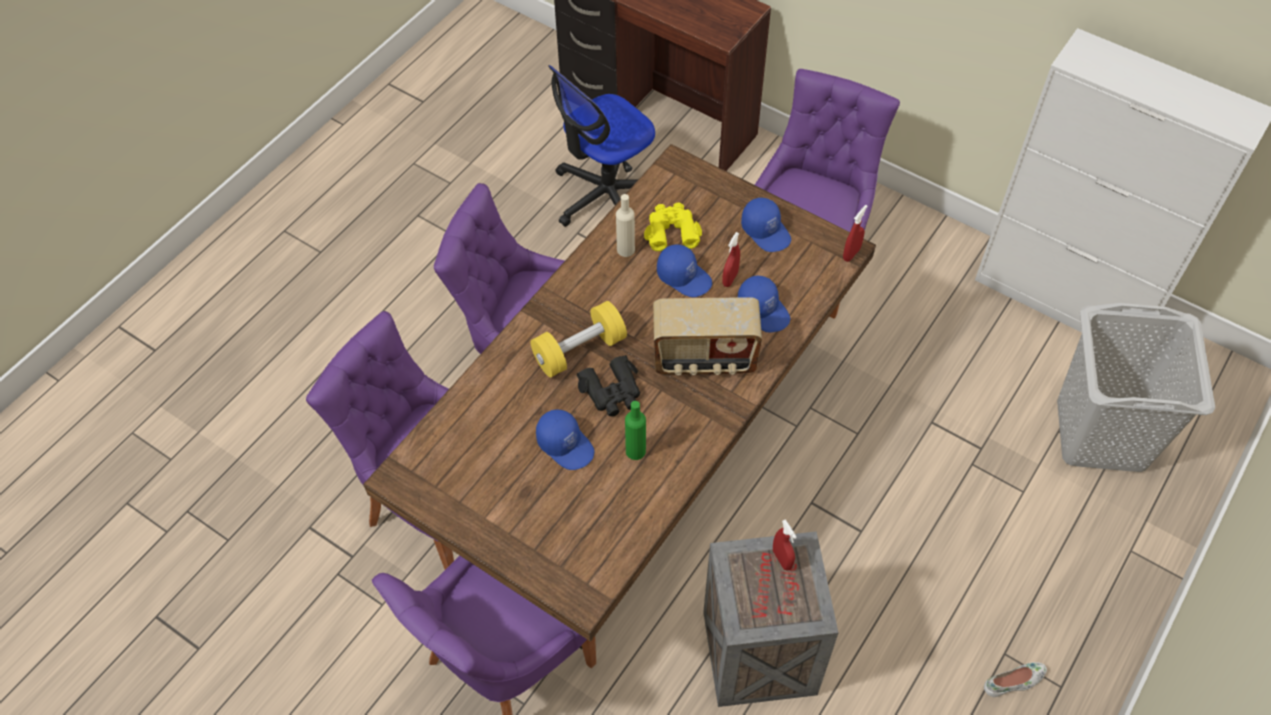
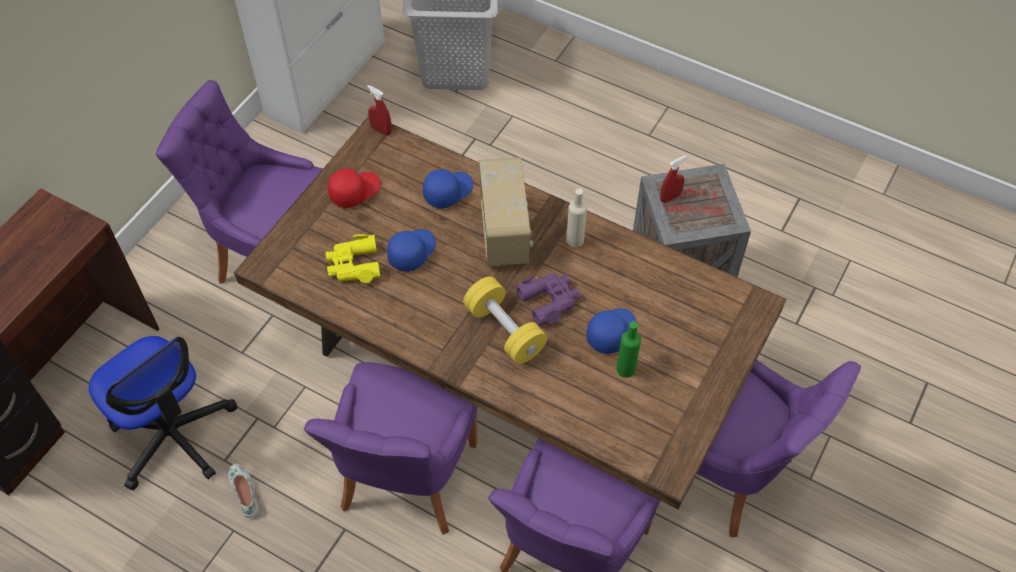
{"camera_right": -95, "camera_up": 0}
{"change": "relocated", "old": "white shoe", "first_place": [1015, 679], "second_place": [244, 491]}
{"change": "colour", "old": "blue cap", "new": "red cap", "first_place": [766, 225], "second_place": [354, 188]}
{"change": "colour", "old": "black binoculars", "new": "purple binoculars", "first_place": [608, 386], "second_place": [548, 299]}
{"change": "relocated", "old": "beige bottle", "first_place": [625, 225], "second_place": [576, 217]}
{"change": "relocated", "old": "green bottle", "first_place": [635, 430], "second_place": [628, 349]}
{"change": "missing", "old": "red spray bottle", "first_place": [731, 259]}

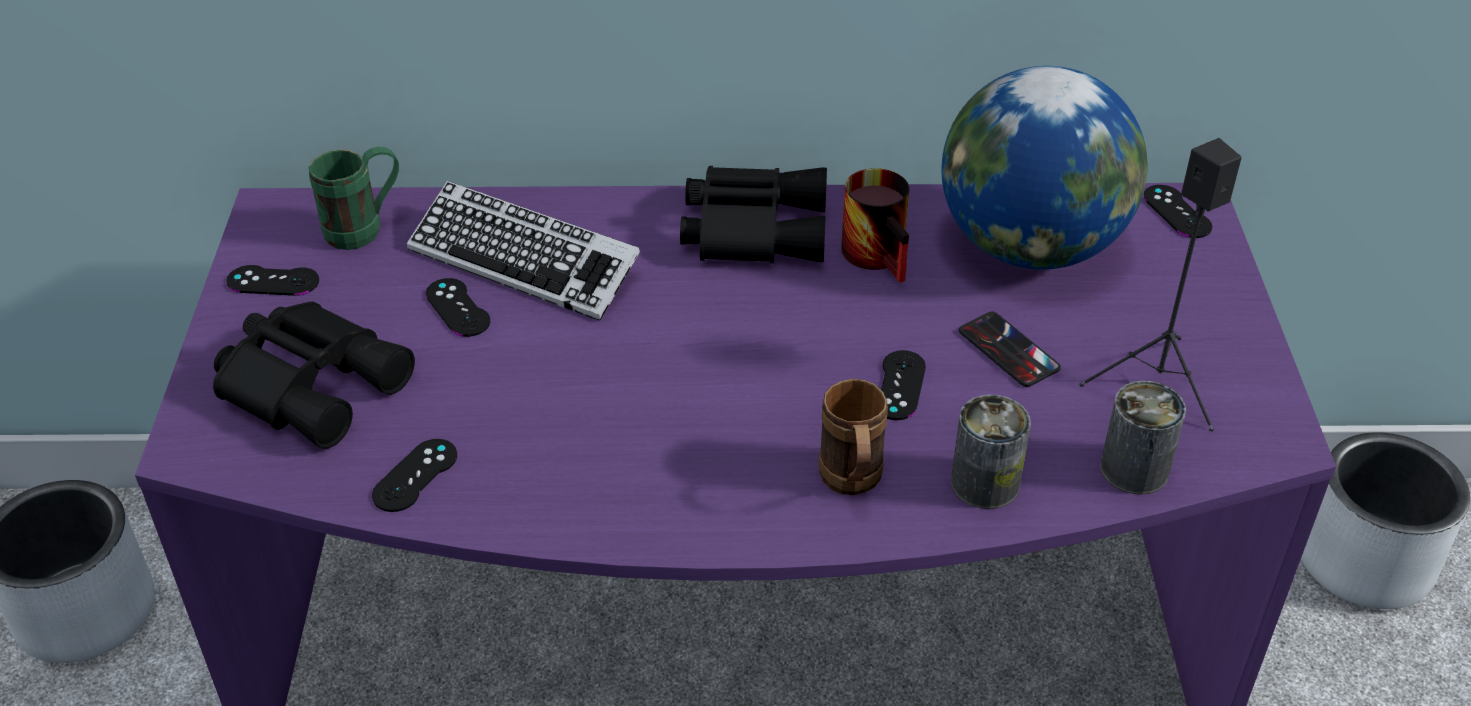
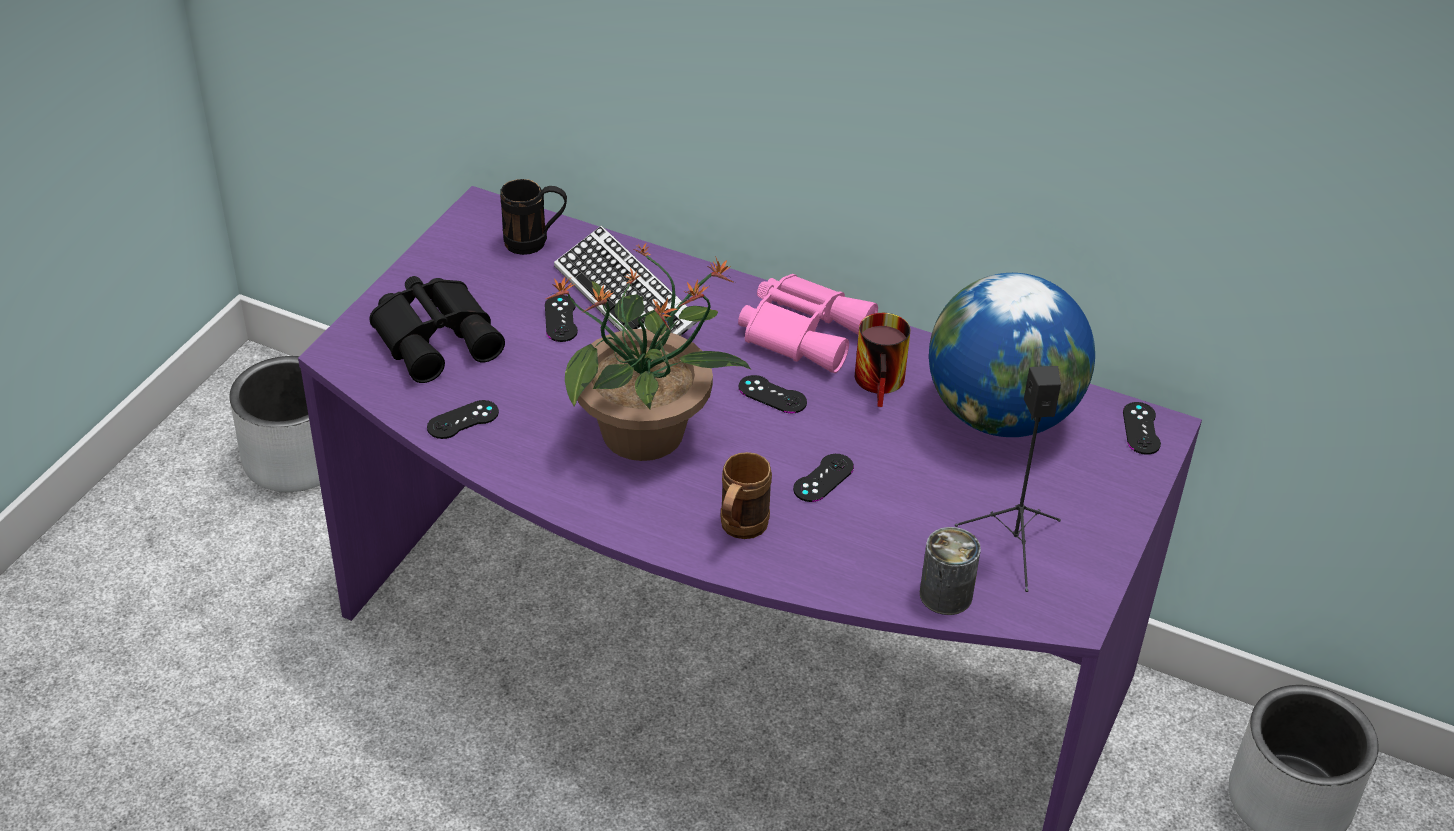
{"camera_right": 25, "camera_up": 0}
{"change": "colour", "old": "green mug", "new": "black mug", "first_place": [354, 198], "second_place": [533, 217]}
{"change": "appeared", "new": "potted plant", "second_place": [648, 351]}
{"change": "colour", "old": "black binoculars", "new": "pink binoculars", "first_place": [753, 214], "second_place": [808, 323]}
{"change": "relocated", "old": "black game controller", "first_place": [272, 280], "second_place": [772, 394]}
{"change": "missing", "old": "can", "first_place": [991, 451]}
{"change": "missing", "old": "phone", "first_place": [1010, 349]}

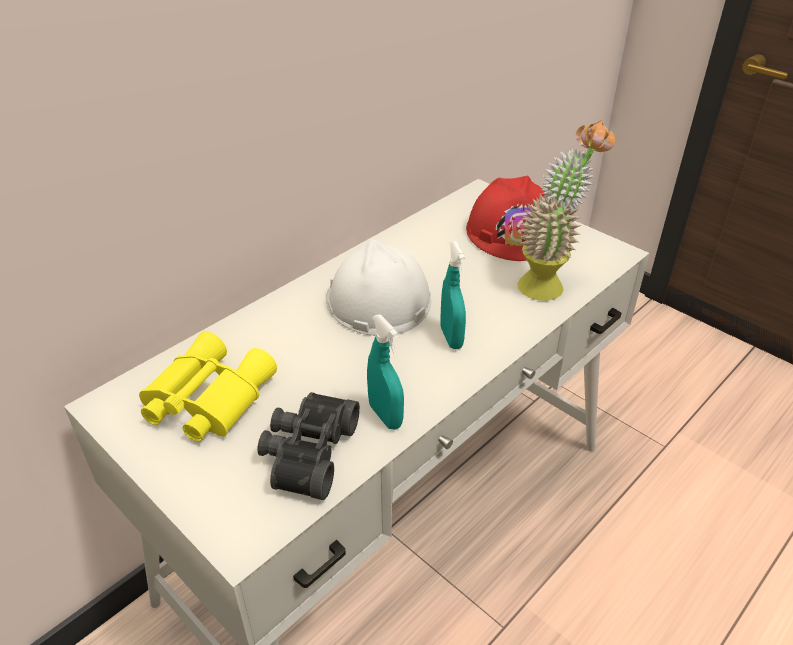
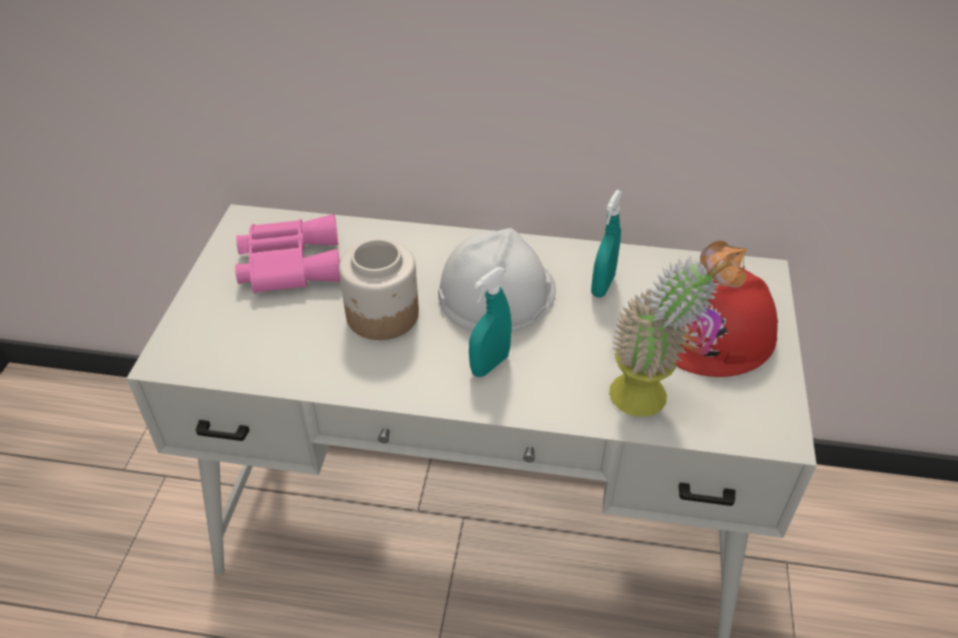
{"camera_right": 55, "camera_up": 5}
{"change": "colour", "old": "yellow binoculars", "new": "pink binoculars", "first_place": [208, 386], "second_place": [287, 254]}
{"change": "appeared", "new": "jar", "second_place": [379, 289]}
{"change": "relocated", "old": "turquoise spray bottle", "first_place": [385, 372], "second_place": [607, 244]}
{"change": "missing", "old": "black binoculars", "first_place": [308, 446]}

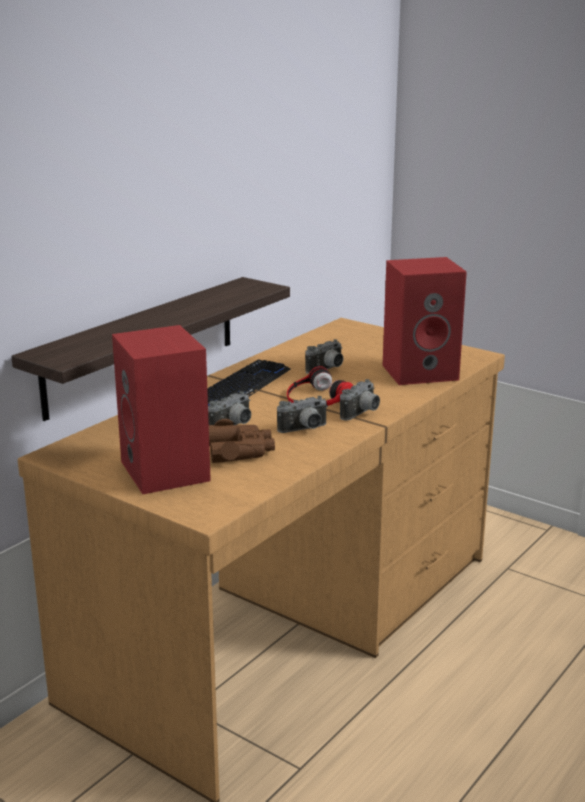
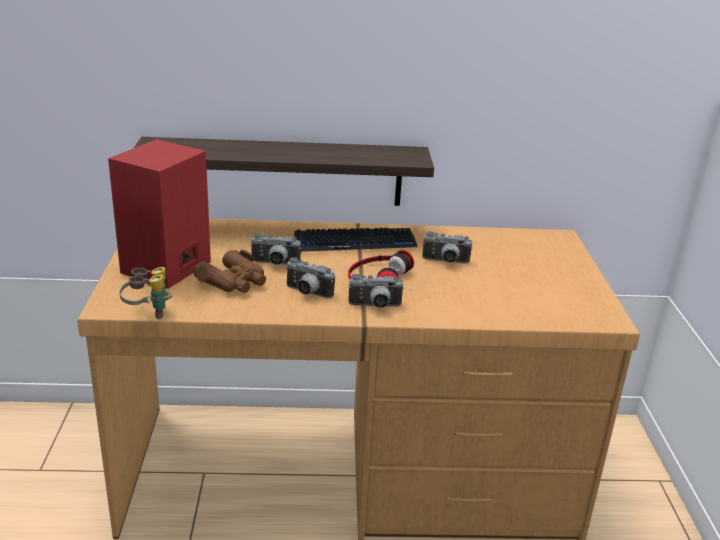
{"camera_right": 50, "camera_up": 5}
{"change": "appeared", "new": "binoculars", "second_place": [146, 293]}
{"change": "missing", "old": "red speaker", "first_place": [425, 321]}

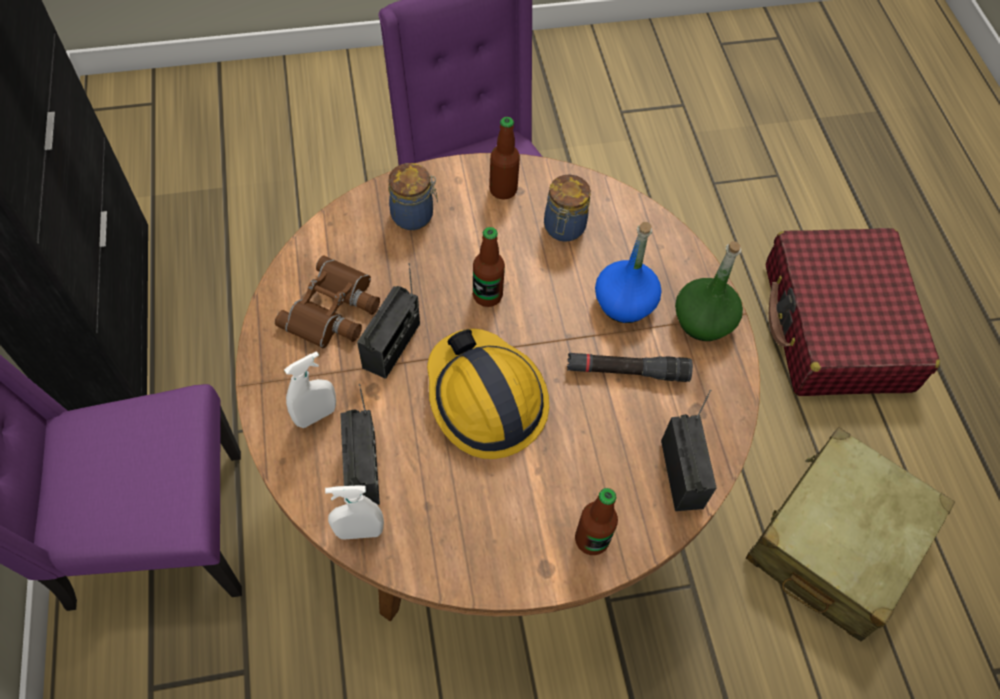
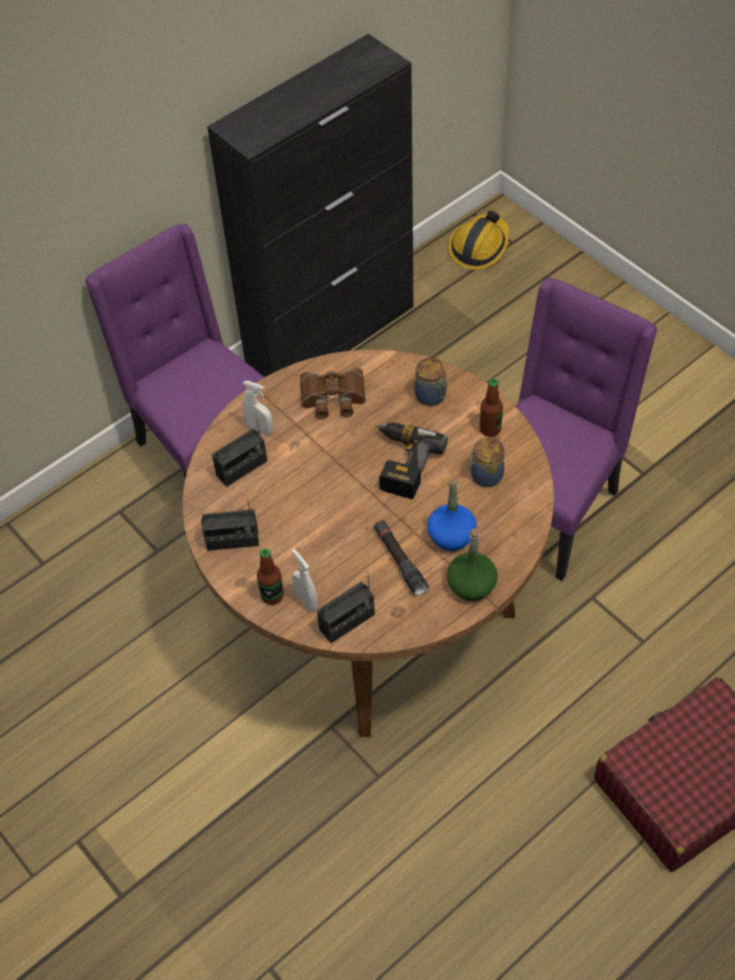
{"camera_right": 65, "camera_up": -5}
{"change": "relocated", "old": "radio", "first_place": [388, 321], "second_place": [230, 525]}
{"change": "relocated", "old": "white spray bottle", "first_place": [354, 513], "second_place": [305, 580]}
{"change": "exchanged", "old": "bottle", "new": "power drill", "first_place": [489, 267], "second_place": [411, 461]}
{"change": "relocated", "old": "hard hat", "first_place": [488, 394], "second_place": [478, 240]}
{"change": "missing", "old": "beige suitcase", "first_place": [850, 534]}

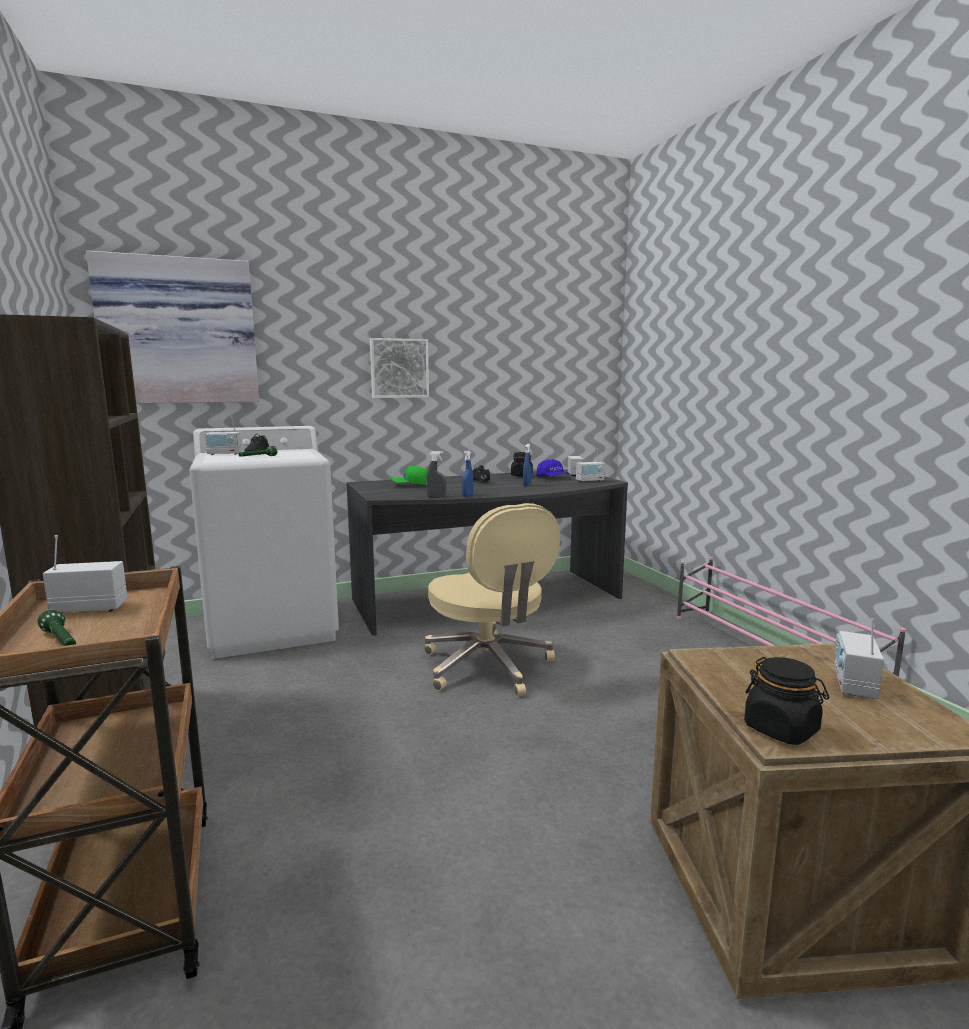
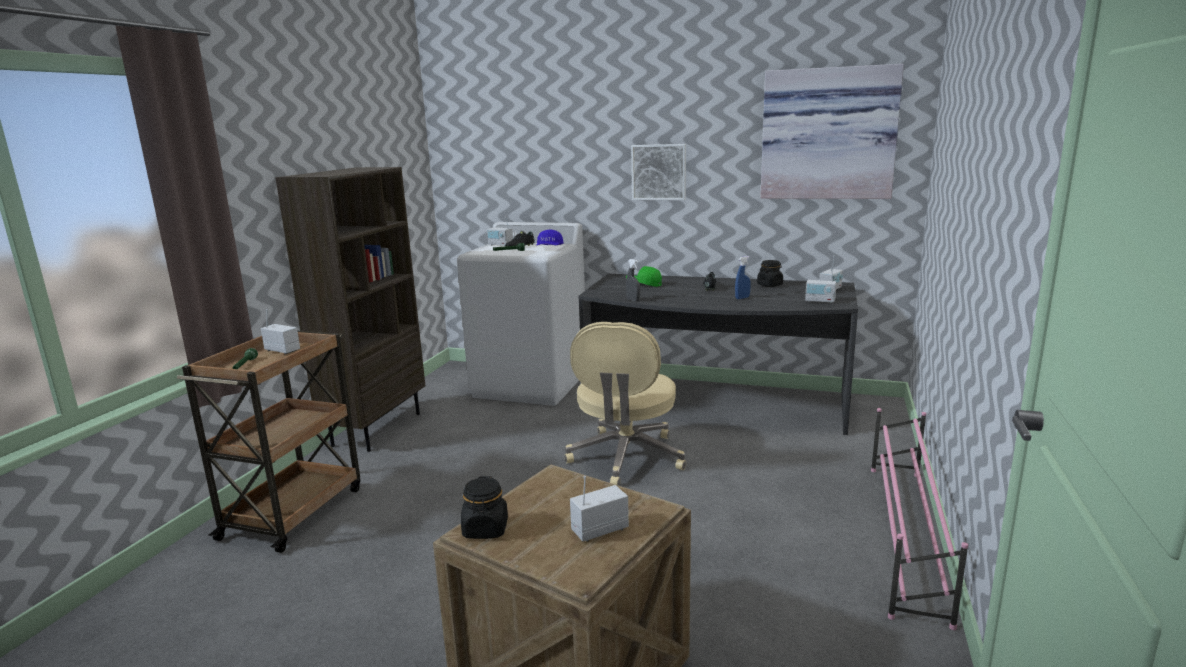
{"camera_right": 40, "camera_up": 5}
{"change": "relocated", "old": "blue cap", "first_place": [552, 467], "second_place": [550, 237]}
{"change": "relocated", "old": "picture", "first_place": [172, 327], "second_place": [832, 131]}
{"change": "missing", "old": "blue spray bottle", "first_place": [467, 473]}

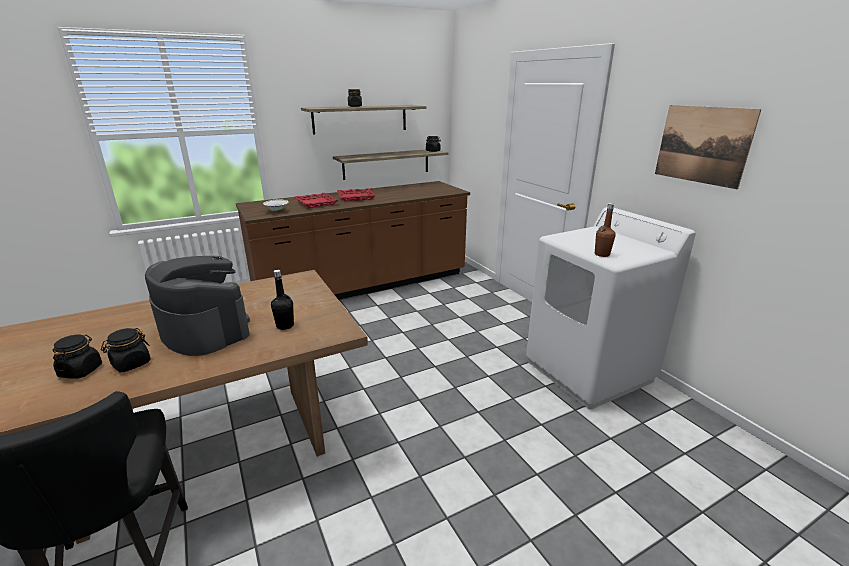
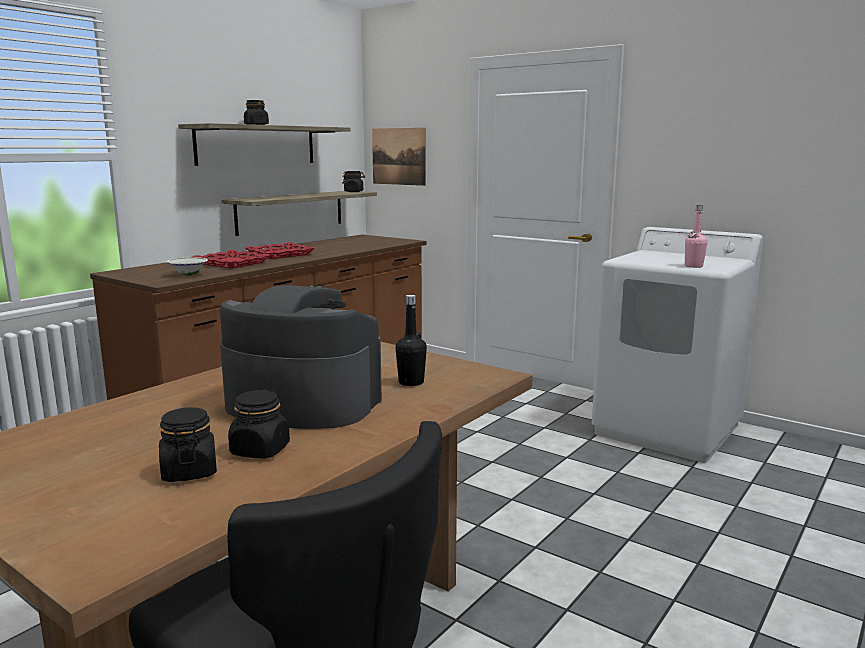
{"camera_right": -25, "camera_up": -10}
{"change": "relocated", "old": "picture", "first_place": [708, 147], "second_place": [399, 157]}
{"change": "colour", "old": "brown bottle", "new": "pink bottle", "first_place": [605, 230], "second_place": [696, 236]}

